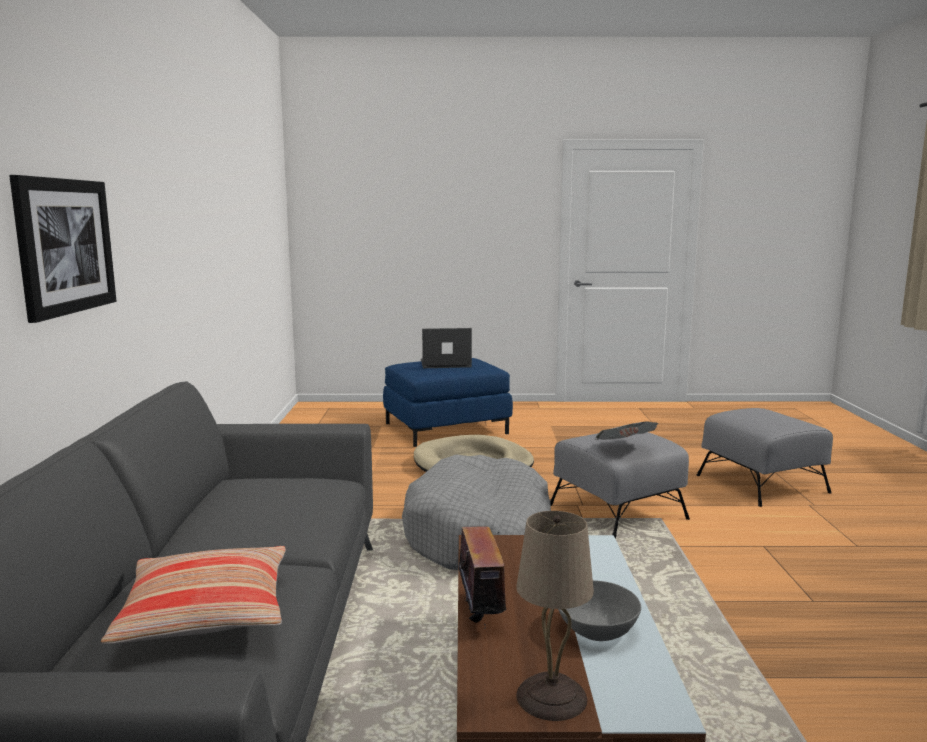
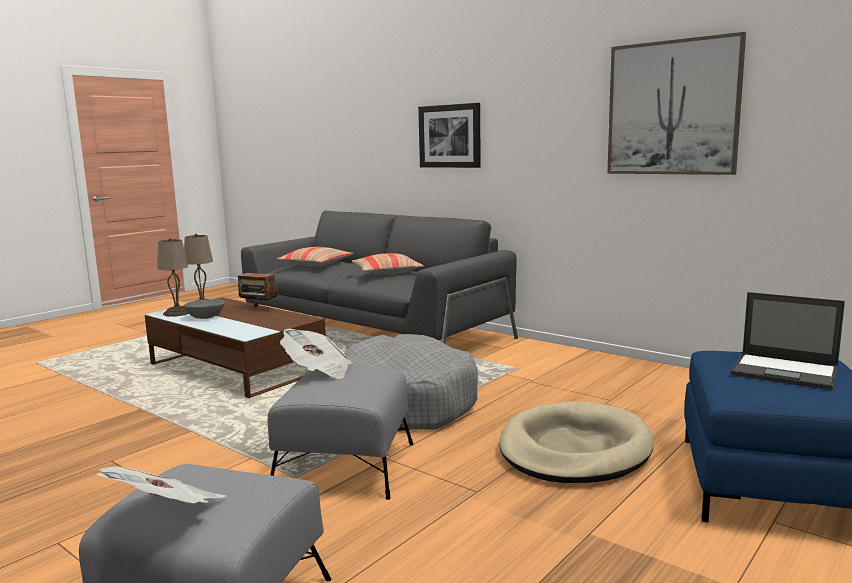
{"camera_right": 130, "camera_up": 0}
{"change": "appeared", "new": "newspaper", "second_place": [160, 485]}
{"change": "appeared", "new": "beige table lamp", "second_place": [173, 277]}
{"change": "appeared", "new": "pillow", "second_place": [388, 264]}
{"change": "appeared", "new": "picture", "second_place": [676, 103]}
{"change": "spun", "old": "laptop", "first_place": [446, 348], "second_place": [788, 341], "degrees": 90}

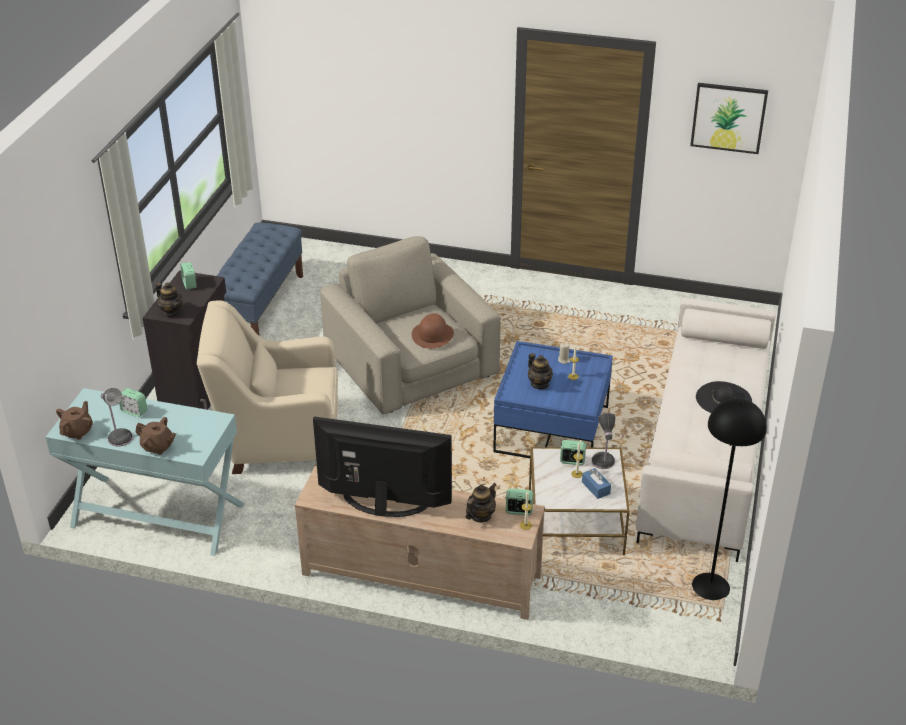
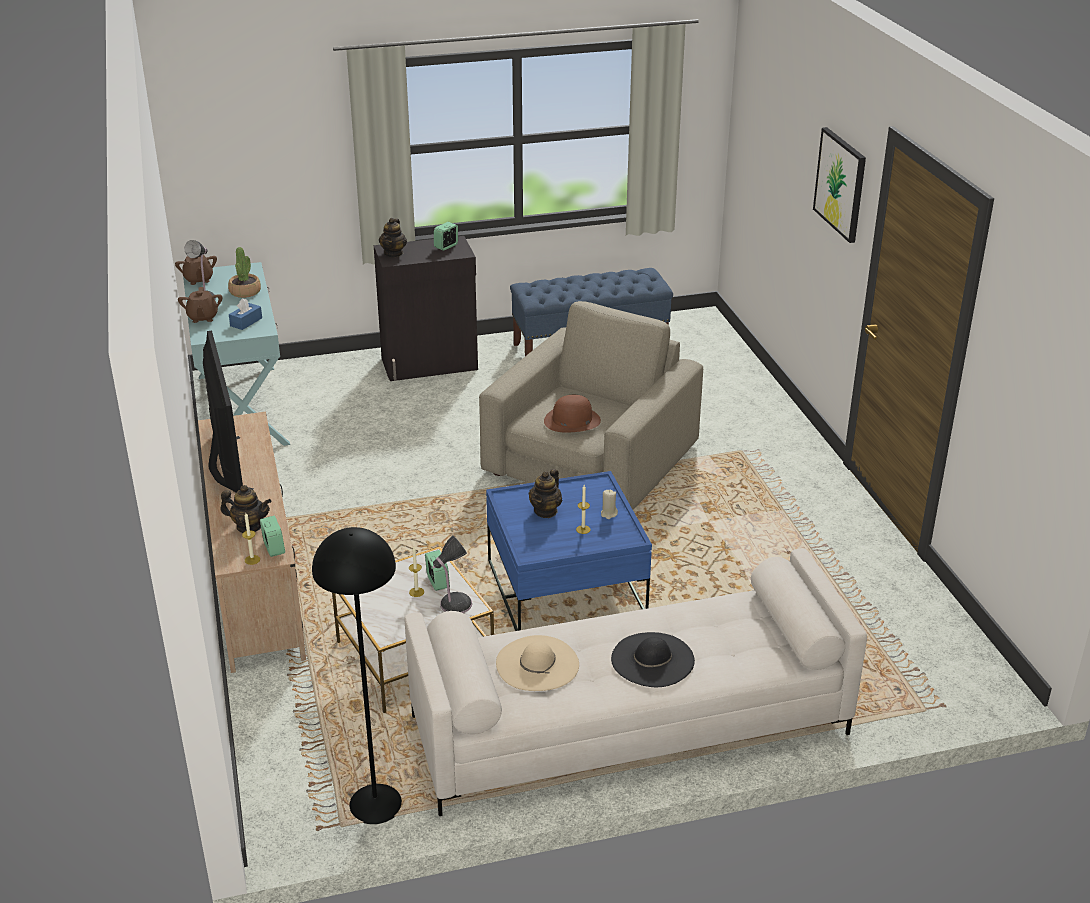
{"camera_right": 60, "camera_up": -5}
{"change": "spun", "old": "brown teapot", "first_place": [74, 420], "second_place": [196, 270], "degrees": 75}
{"change": "exchanged", "old": "alarm clock", "new": "potted plant", "first_place": [133, 402], "second_place": [244, 272]}
{"change": "relocated", "old": "blue tissue box", "first_place": [596, 483], "second_place": [245, 314]}
{"change": "appeared", "new": "beige hat", "second_place": [537, 663]}
{"change": "relocated", "old": "picture", "first_place": [729, 118], "second_place": [839, 185]}
{"change": "missing", "old": "beige armchair", "first_place": [267, 387]}

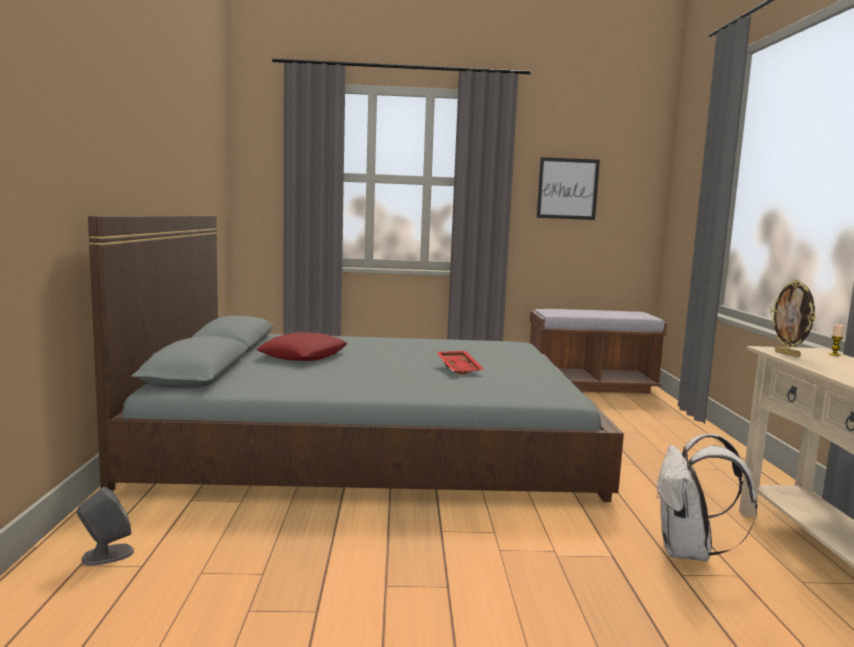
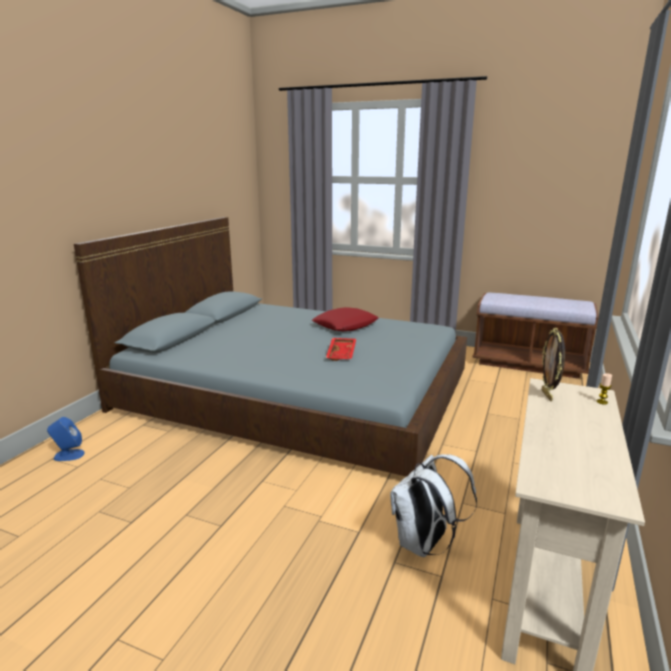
{"camera_right": 25, "camera_up": 10}
{"change": "colour", "old": "grey speaker", "new": "blue speaker", "first_place": [105, 526], "second_place": [66, 439]}
{"change": "relocated", "old": "red pillow", "first_place": [302, 346], "second_place": [345, 319]}
{"change": "missing", "old": "picture", "first_place": [568, 188]}

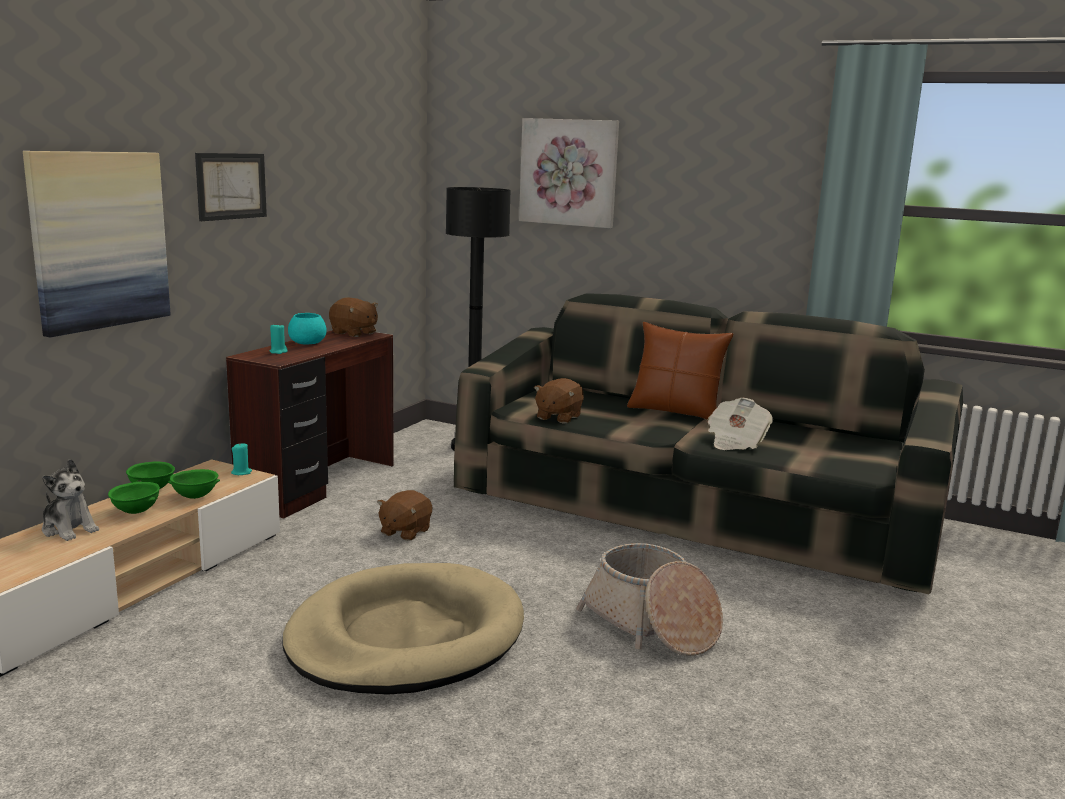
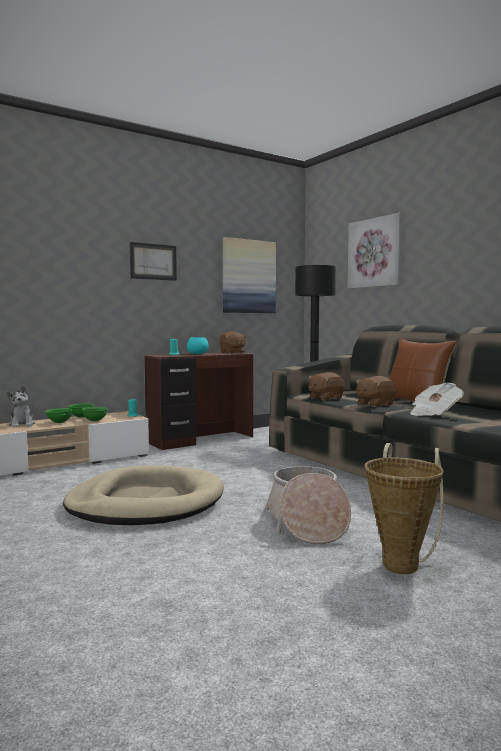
{"camera_right": 30, "camera_up": -10}
{"change": "relocated", "old": "picture", "first_place": [96, 244], "second_place": [249, 275]}
{"change": "relocated", "old": "brown plush toy", "first_place": [404, 515], "second_place": [376, 391]}
{"change": "appeared", "new": "basket", "second_place": [404, 508]}

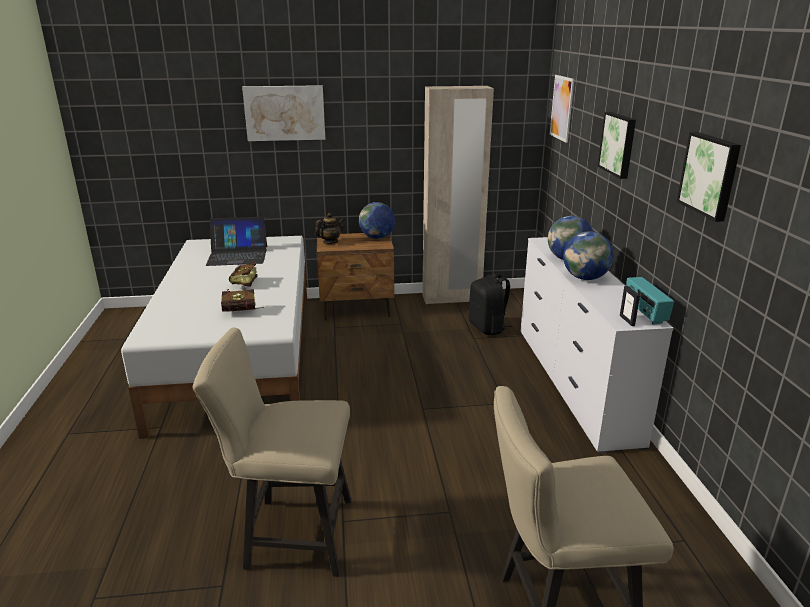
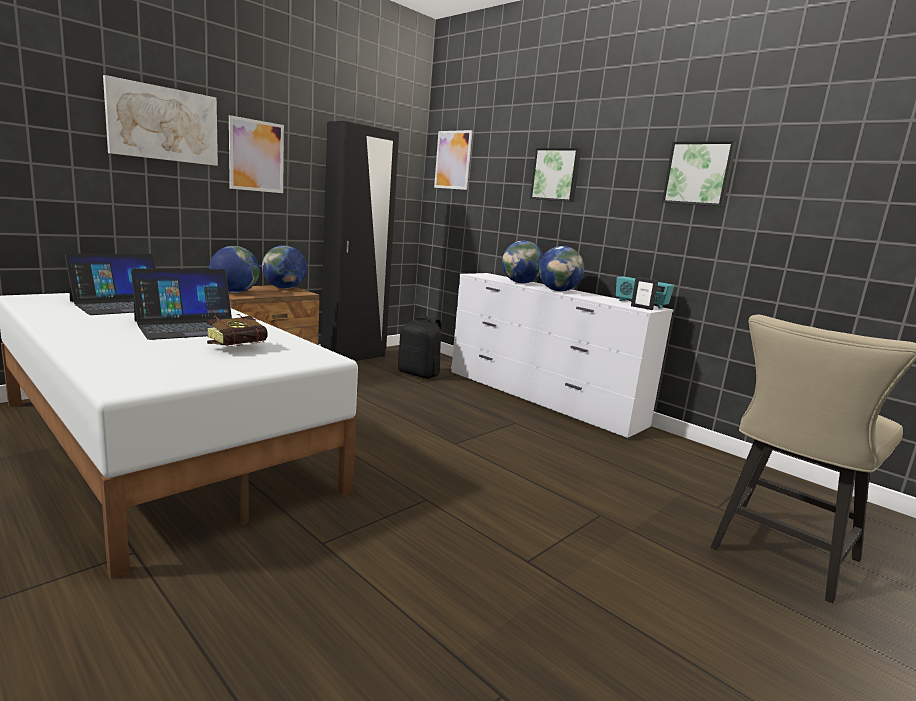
{"camera_right": -40, "camera_up": -10}
{"change": "exchanged", "old": "book", "new": "laptop", "first_place": [243, 276], "second_place": [183, 304]}
{"change": "exchanged", "old": "teapot", "new": "globe", "first_place": [330, 228], "second_place": [234, 269]}
{"change": "appeared", "new": "picture", "second_place": [256, 154]}
{"change": "colour", "old": "beige wardrobe", "new": "black wardrobe", "first_place": [458, 195], "second_place": [360, 241]}
{"change": "missing", "old": "beige chair", "first_place": [272, 452]}

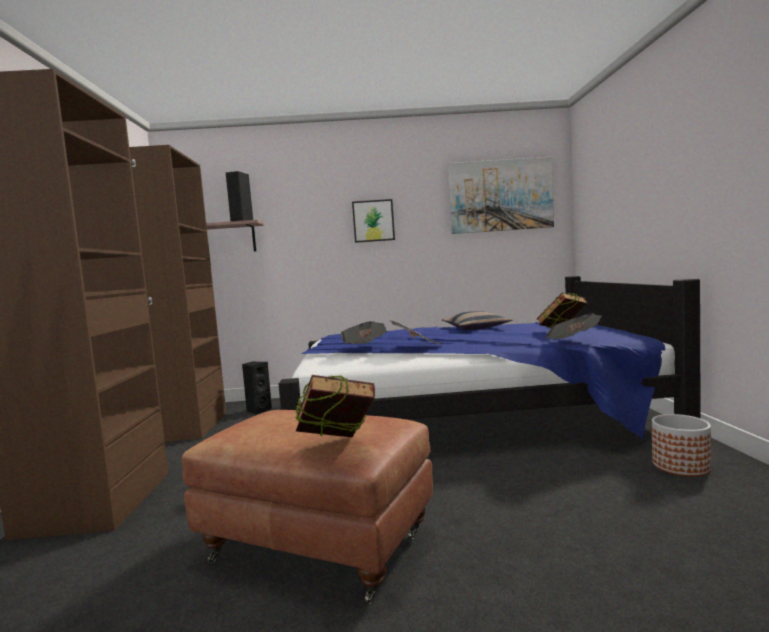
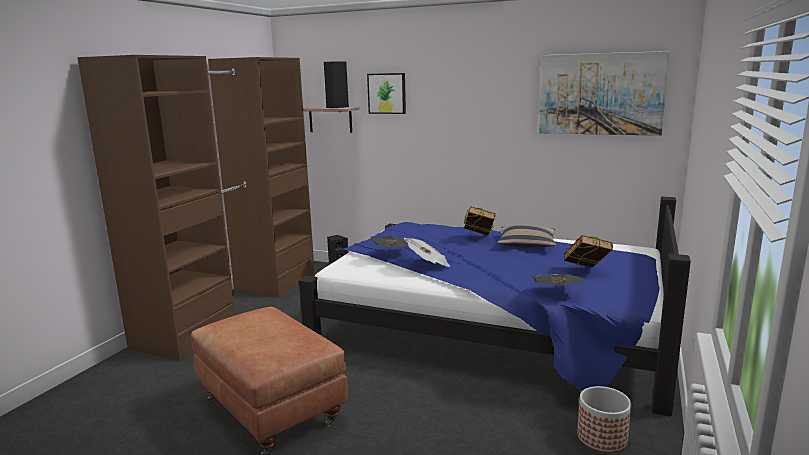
{"camera_right": 25, "camera_up": 10}
{"change": "relocated", "old": "picture", "first_place": [373, 221], "second_place": [386, 93]}
{"change": "relocated", "old": "book", "first_place": [335, 406], "second_place": [479, 220]}

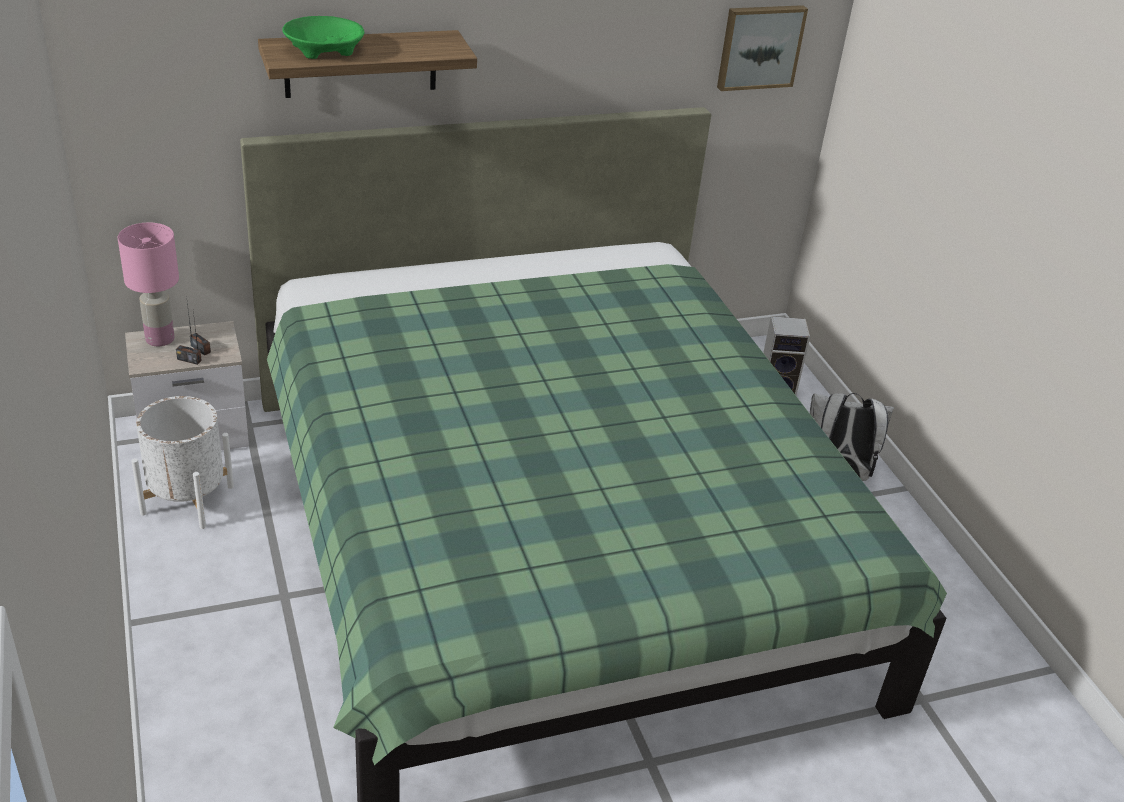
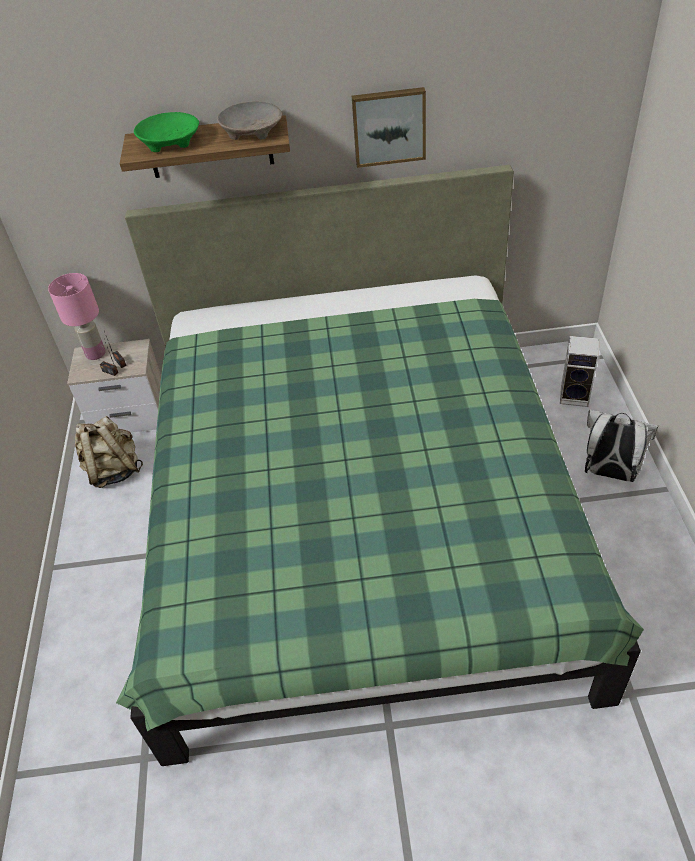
{"camera_right": 20, "camera_up": 10}
{"change": "exchanged", "old": "white planter", "new": "beige backpack", "first_place": [182, 462], "second_place": [109, 452]}
{"change": "appeared", "new": "beige bowl", "second_place": [249, 121]}
{"change": "relocated", "old": "picture", "first_place": [762, 48], "second_place": [389, 127]}

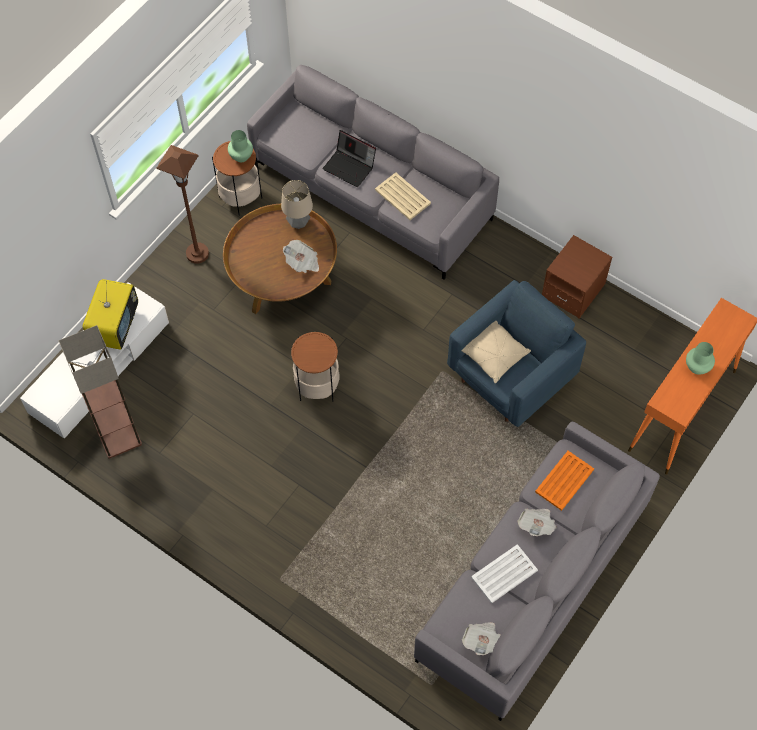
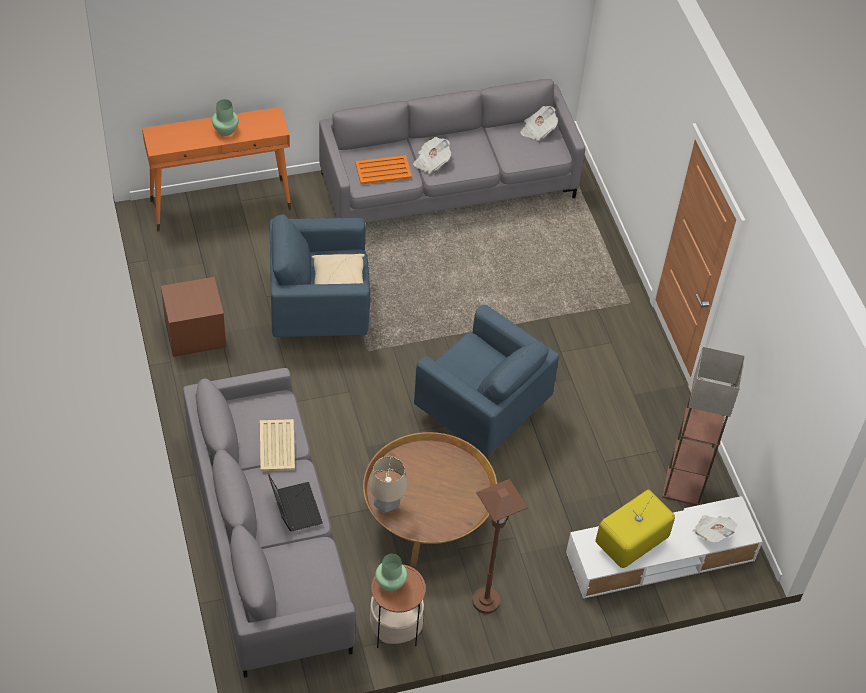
{"camera_right": -145, "camera_up": -10}
{"change": "exchanged", "old": "side table", "new": "blue armchair", "first_place": [315, 367], "second_place": [486, 380]}
{"change": "relocated", "old": "newspaper", "first_place": [301, 256], "second_place": [715, 528]}
{"change": "missing", "old": "white tray", "first_place": [504, 574]}

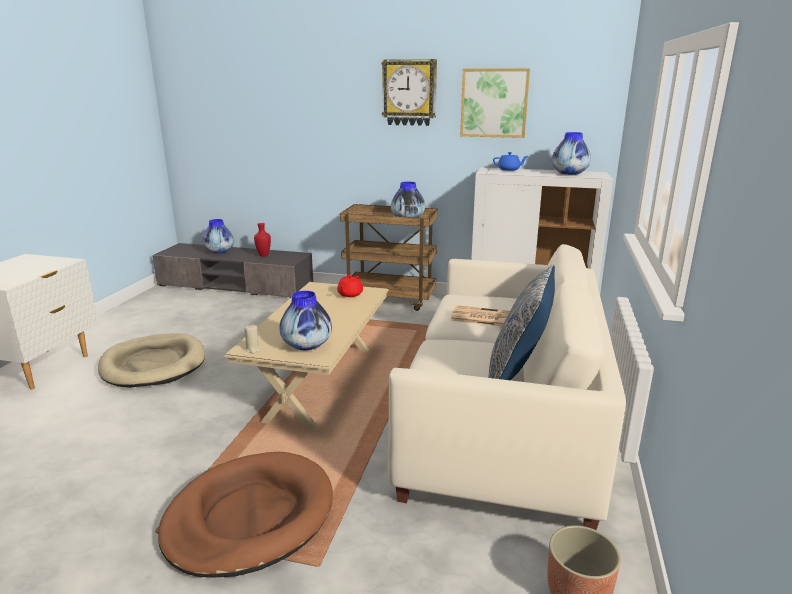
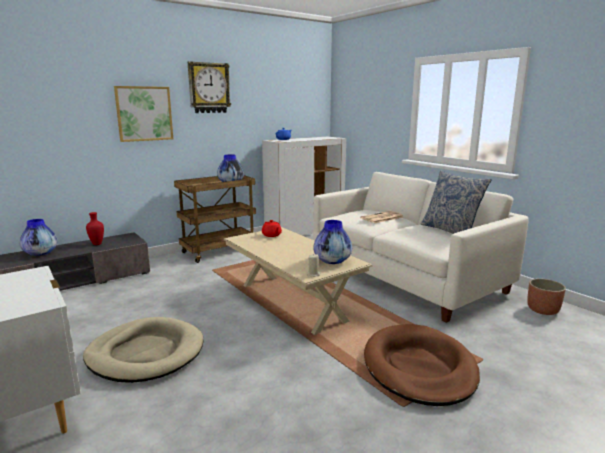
{"camera_right": -50, "camera_up": -5}
{"change": "relocated", "old": "picture", "first_place": [495, 103], "second_place": [143, 114]}
{"change": "missing", "old": "vase", "first_place": [571, 153]}

